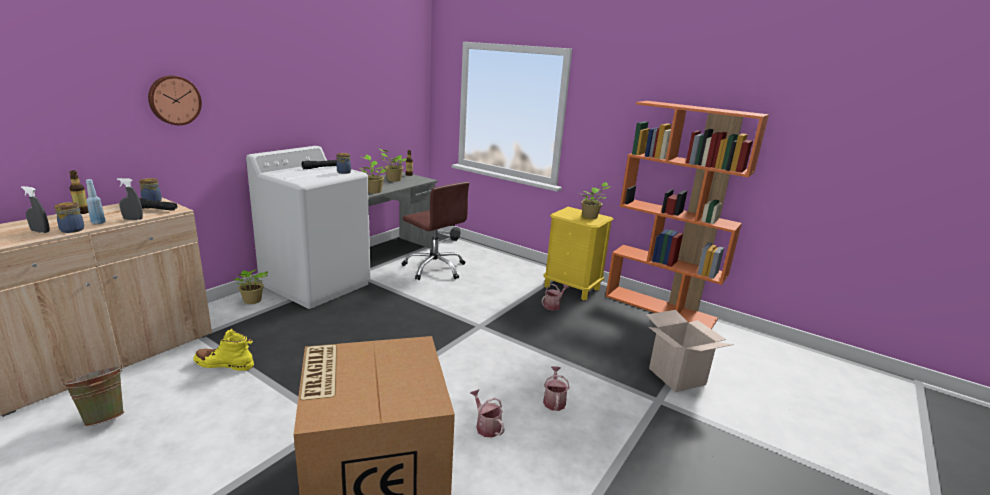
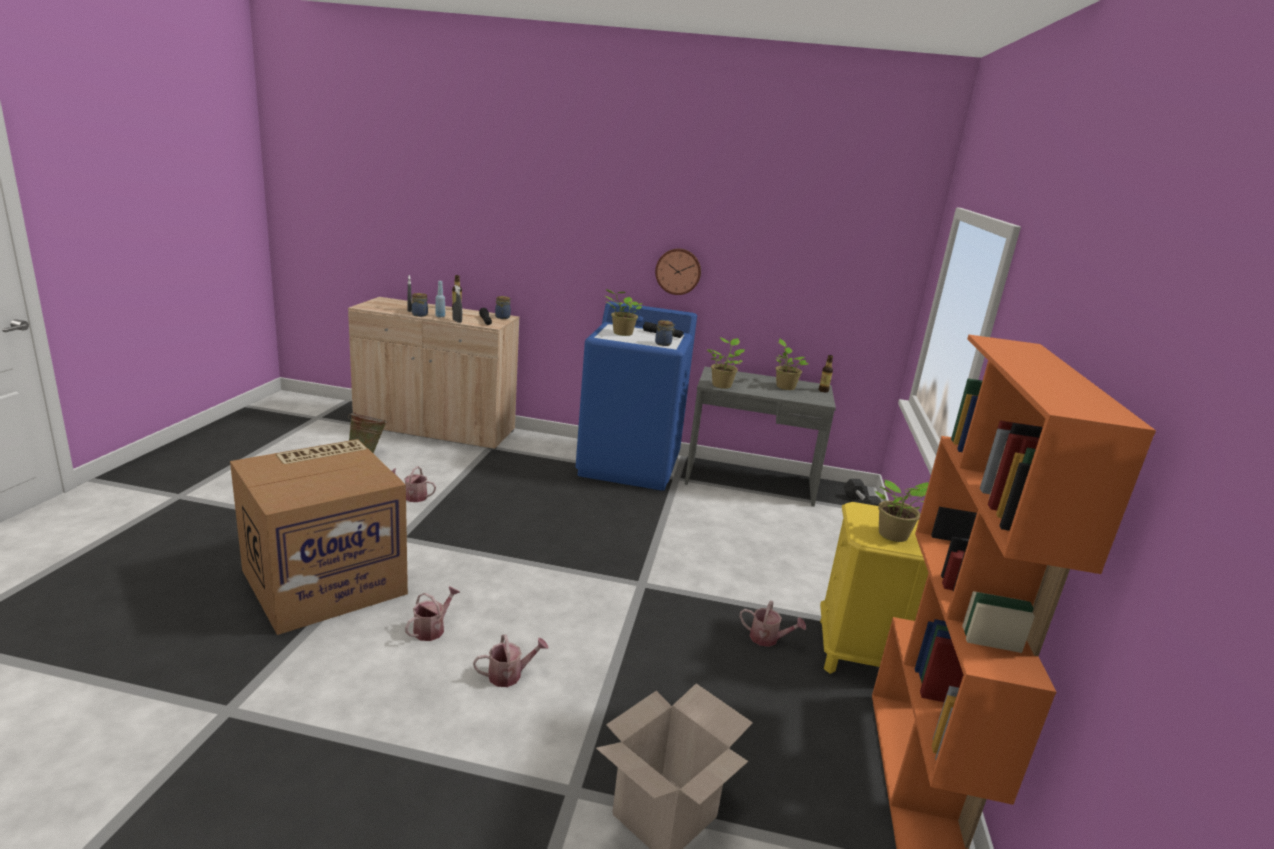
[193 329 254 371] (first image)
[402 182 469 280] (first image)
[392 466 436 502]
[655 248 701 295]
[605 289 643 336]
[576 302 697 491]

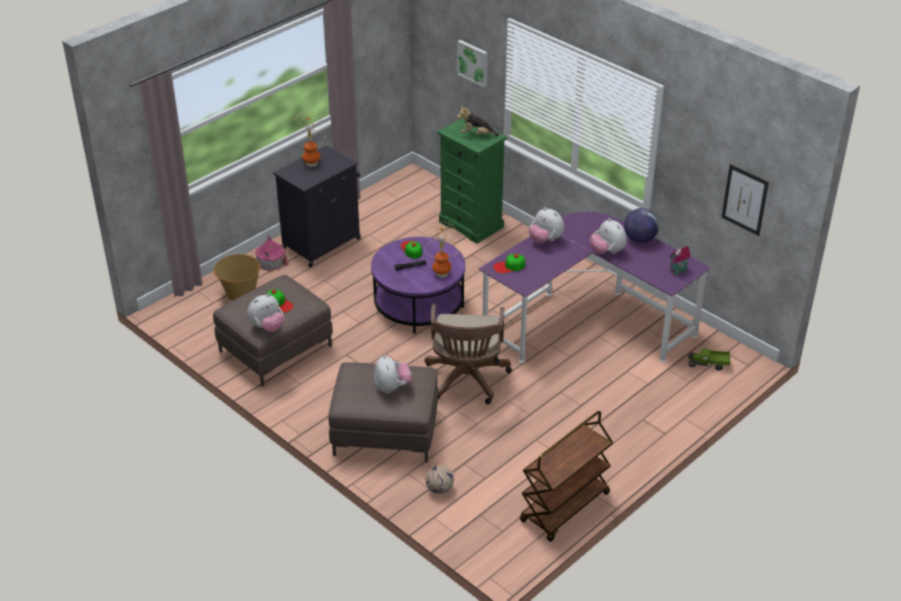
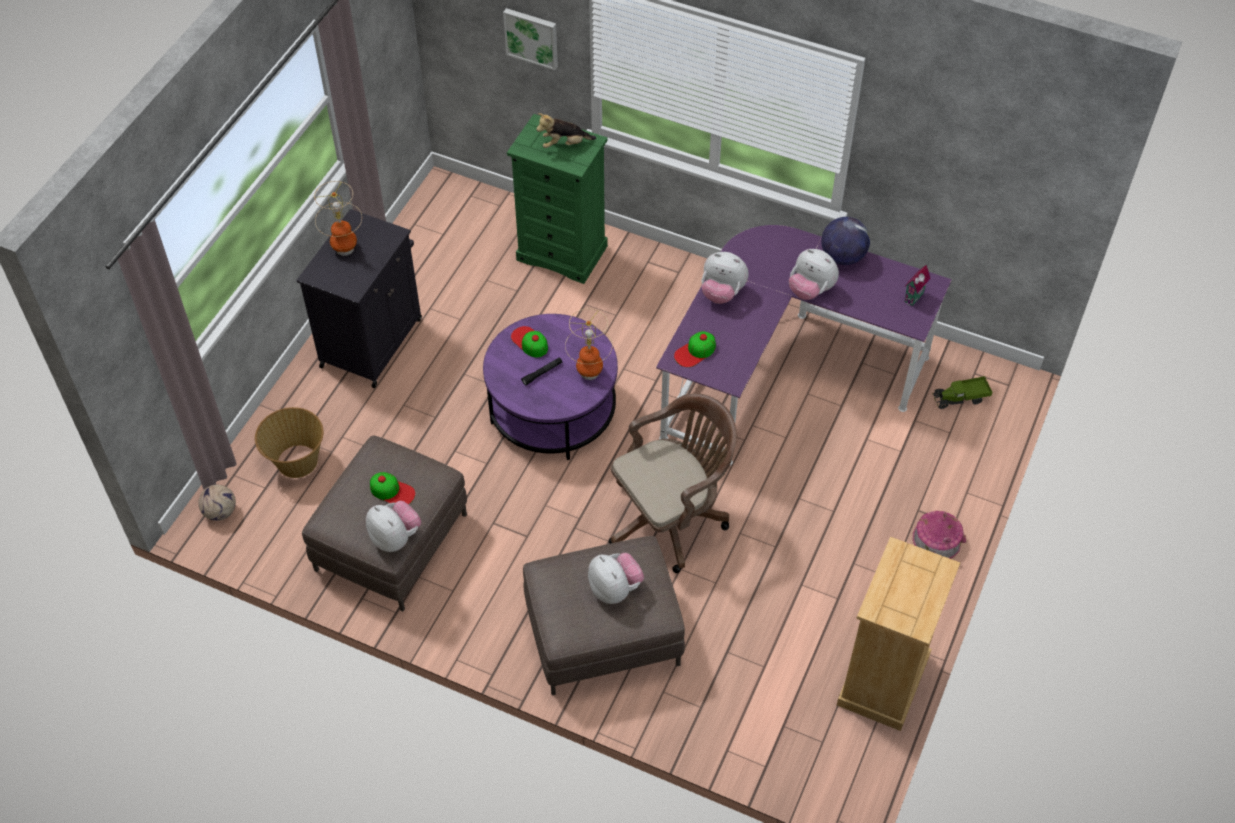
[721 164 769 236] (first image)
[913 511 966 559]
[199 485 236 521]
[837 537 960 731]
[366 501 421 552]
[609 394 737 573]

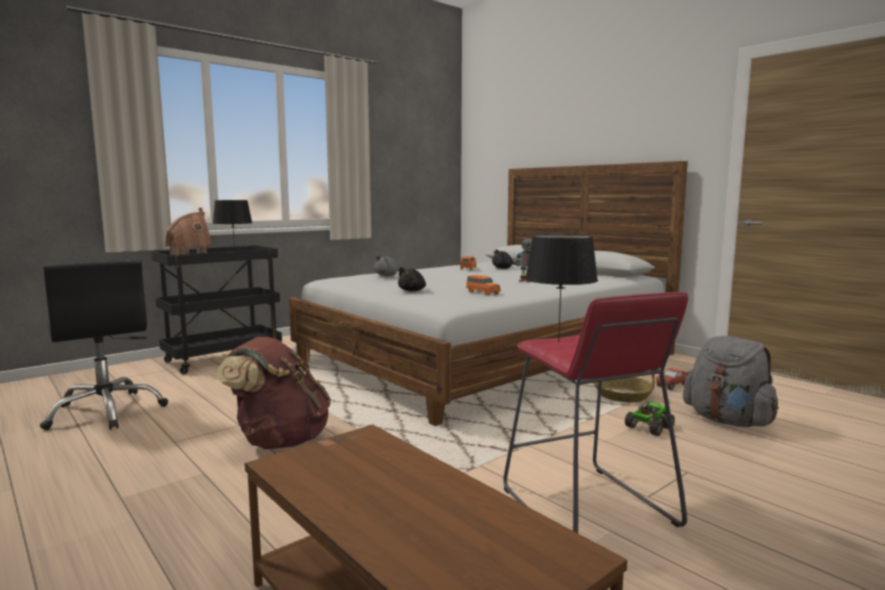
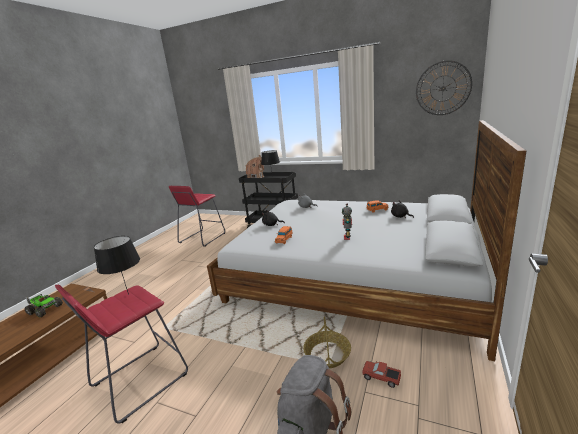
[217 337 331 449] (first image)
[416 60 472 115]
[24 294 63 317]
[169 186 225 247]

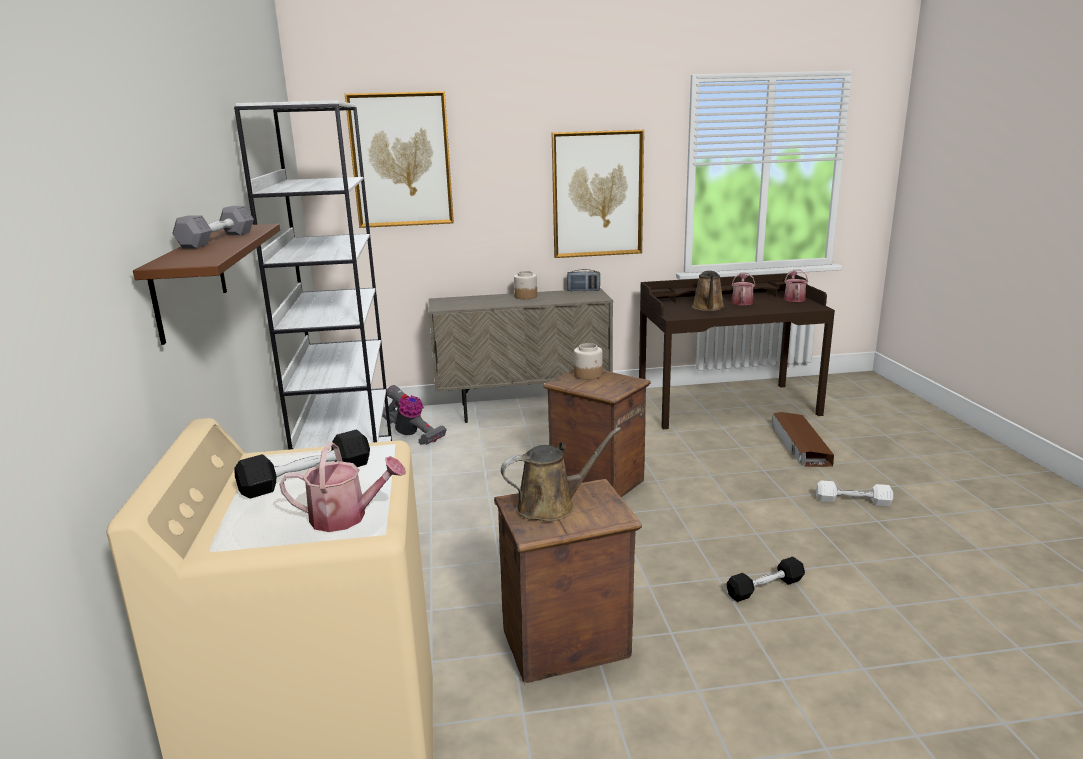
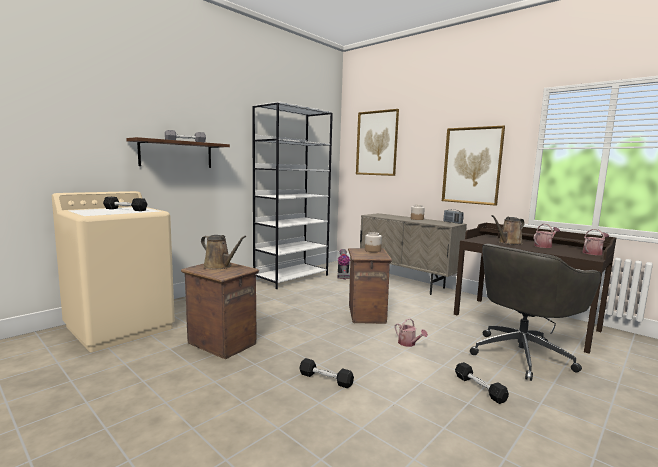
[395 318 428 347]
[470 244 601 381]
[455 362 509 404]

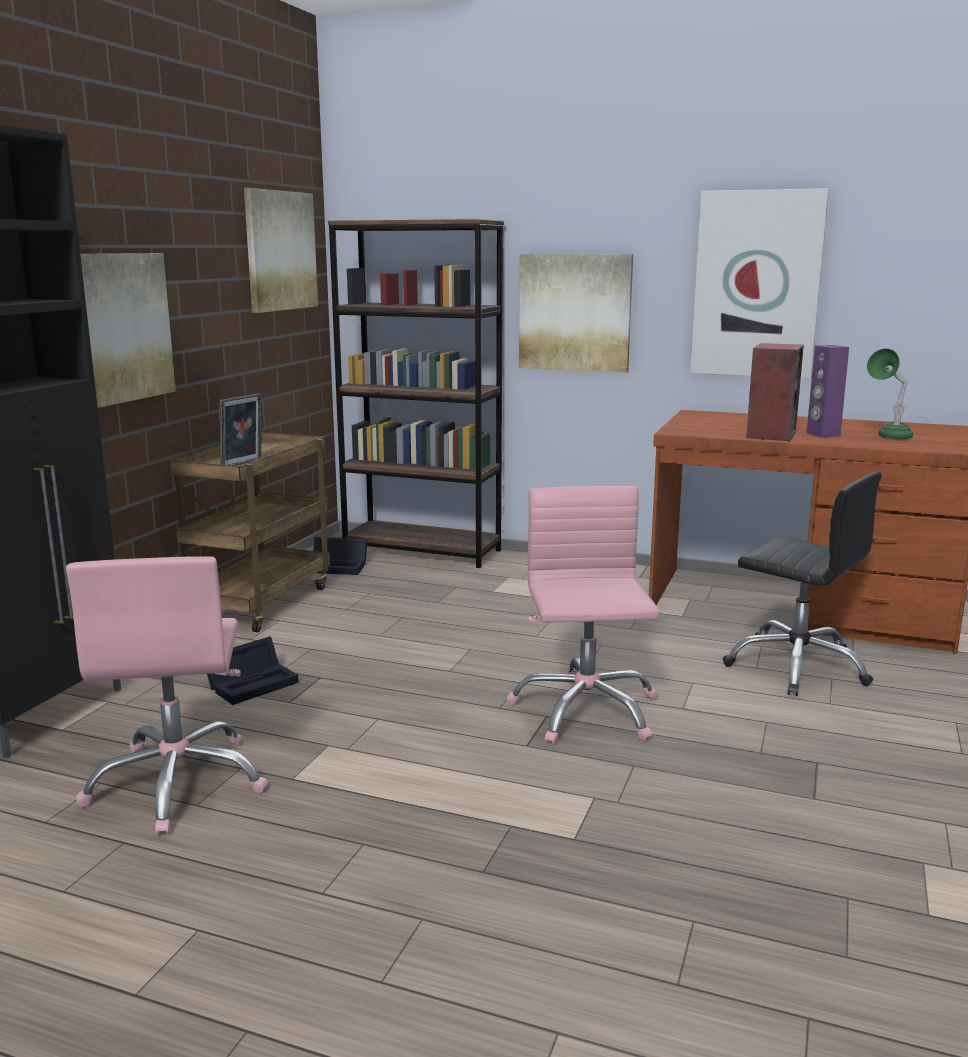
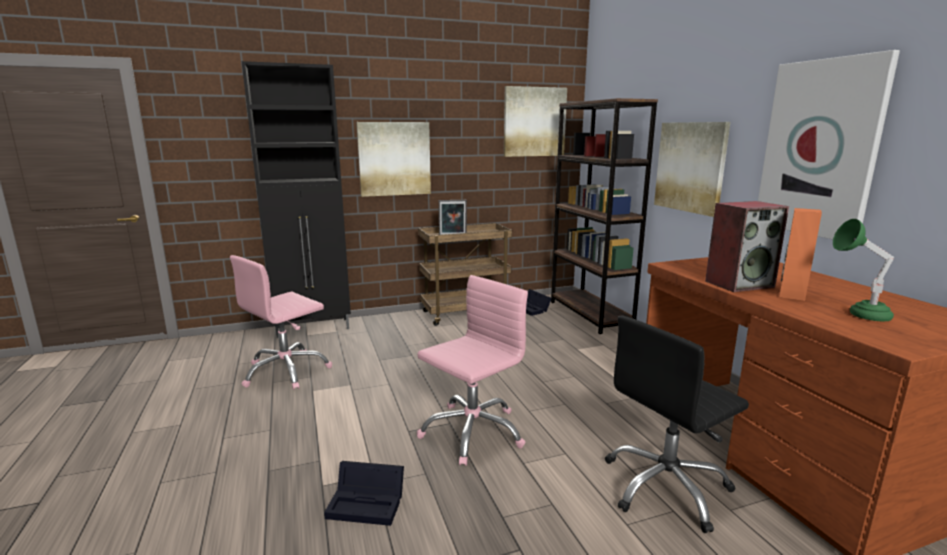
[324 461 404 526]
[779 208 822 301]
[605 315 749 533]

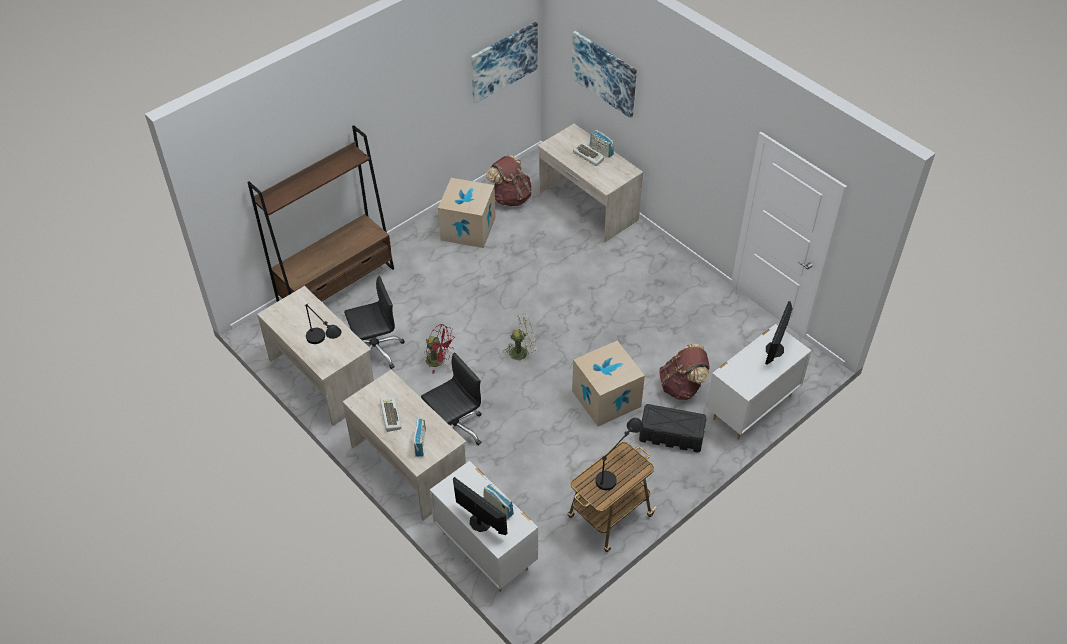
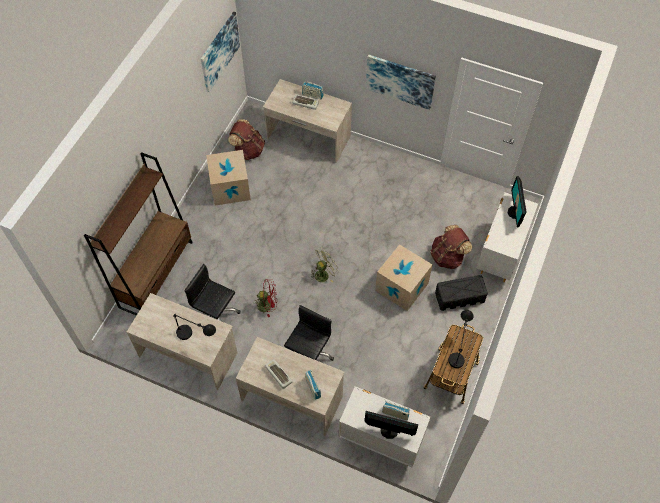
[366 55 436 110]
[184 264 241 321]

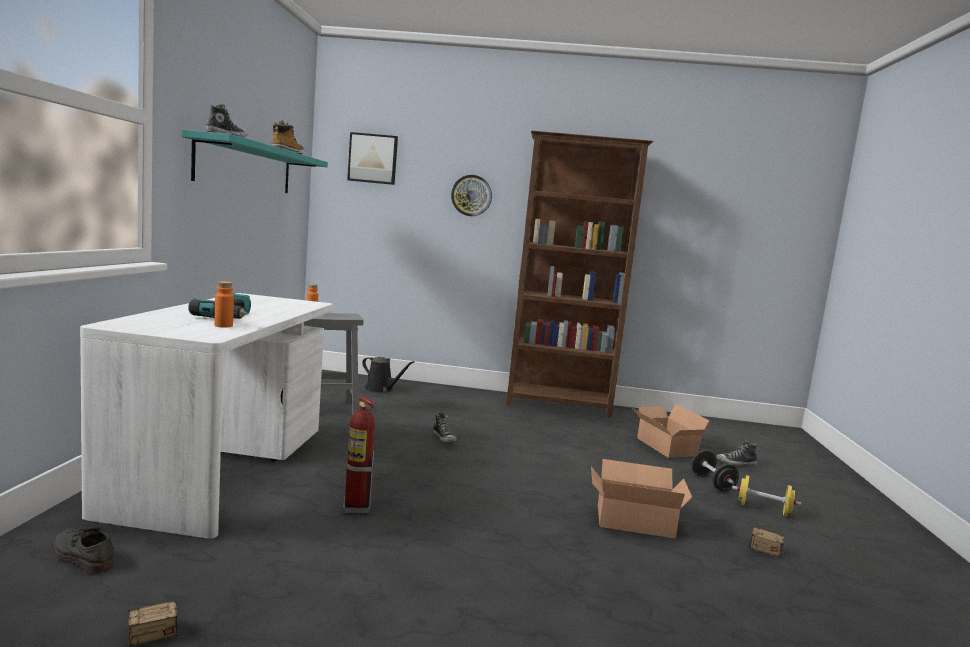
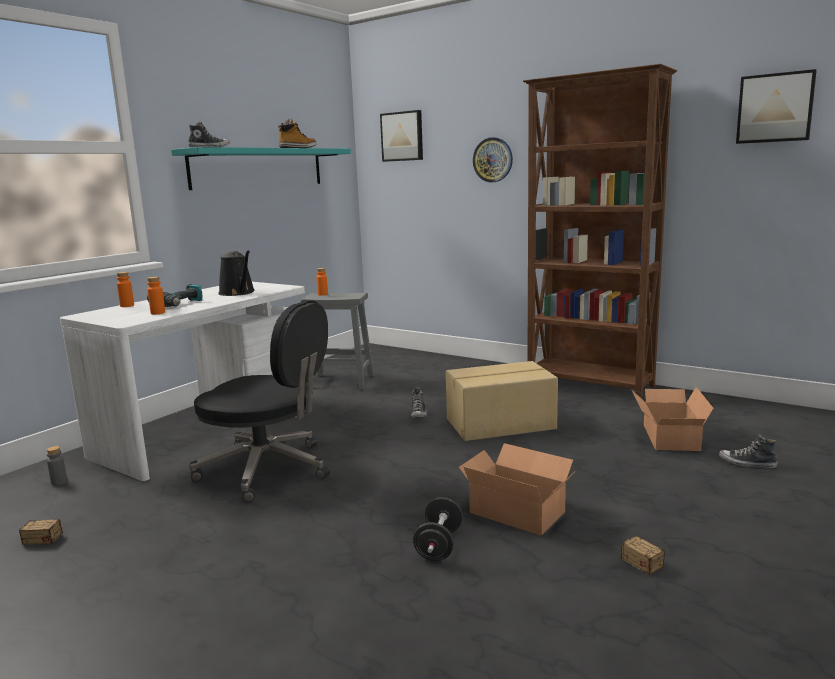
[732 475 801 516] (first image)
[117 272 134 307]
[446 361 558 441]
[736 69 817 144]
[218 251 255 296]
[413 497 463 561]
[47 446 67 486]
[189 300 330 502]

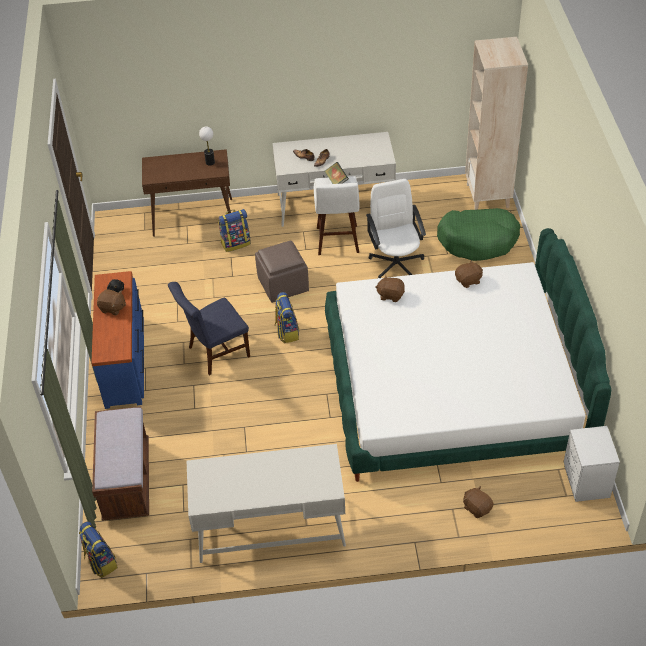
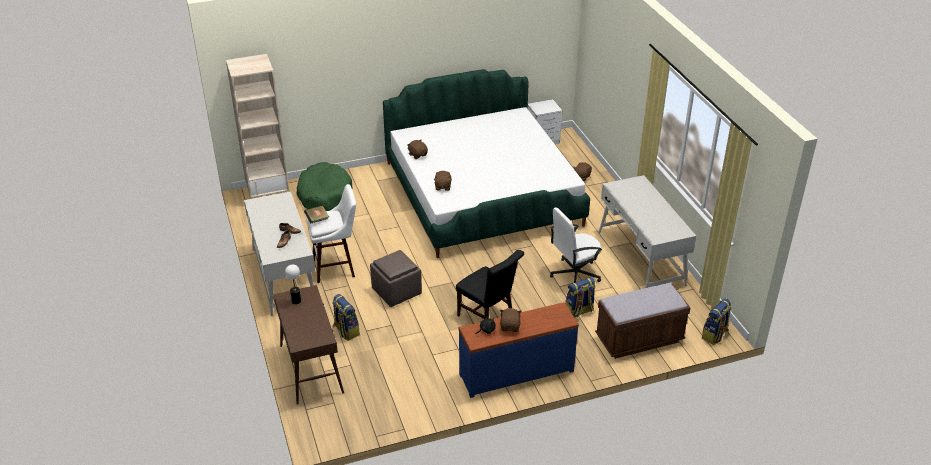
[565 277 596 318]
[550 207 602 283]
[456 250 524 319]

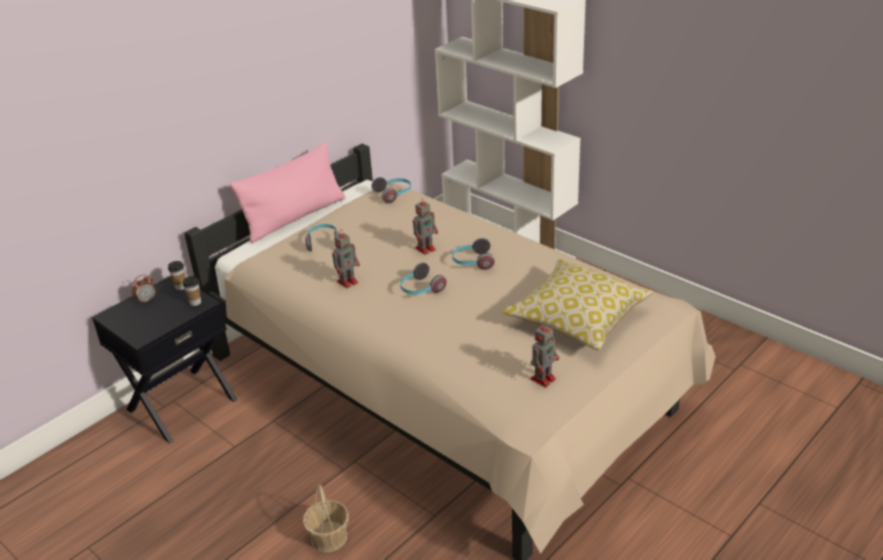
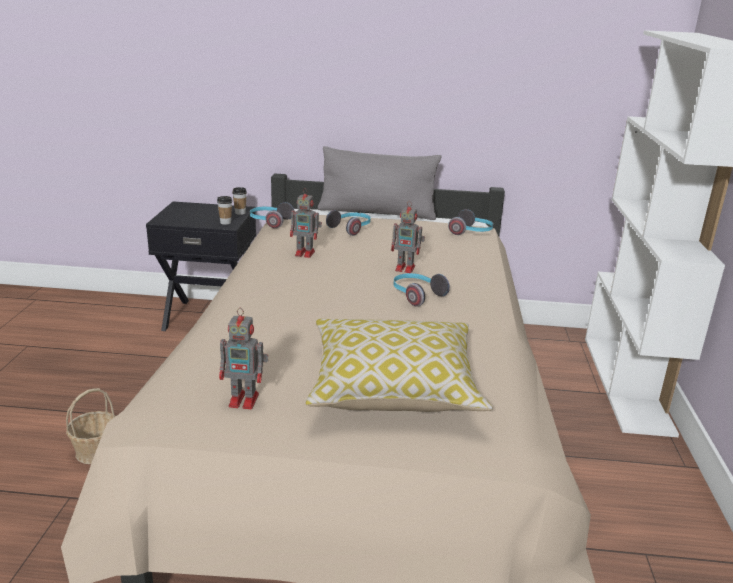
[132 274 156 305] (first image)
[250 202 294 229]
[318 146 441 220]

